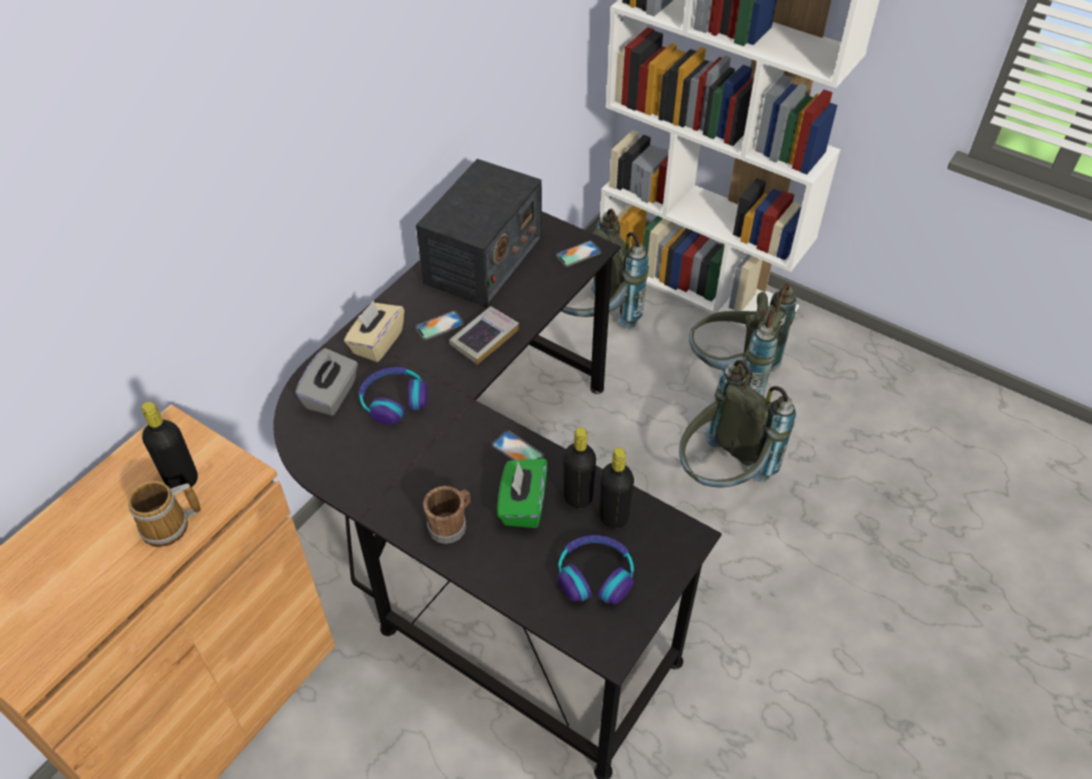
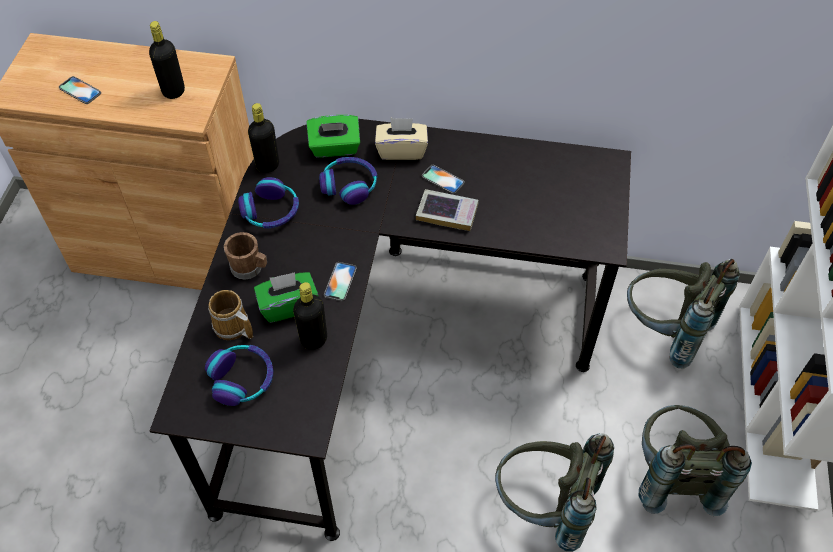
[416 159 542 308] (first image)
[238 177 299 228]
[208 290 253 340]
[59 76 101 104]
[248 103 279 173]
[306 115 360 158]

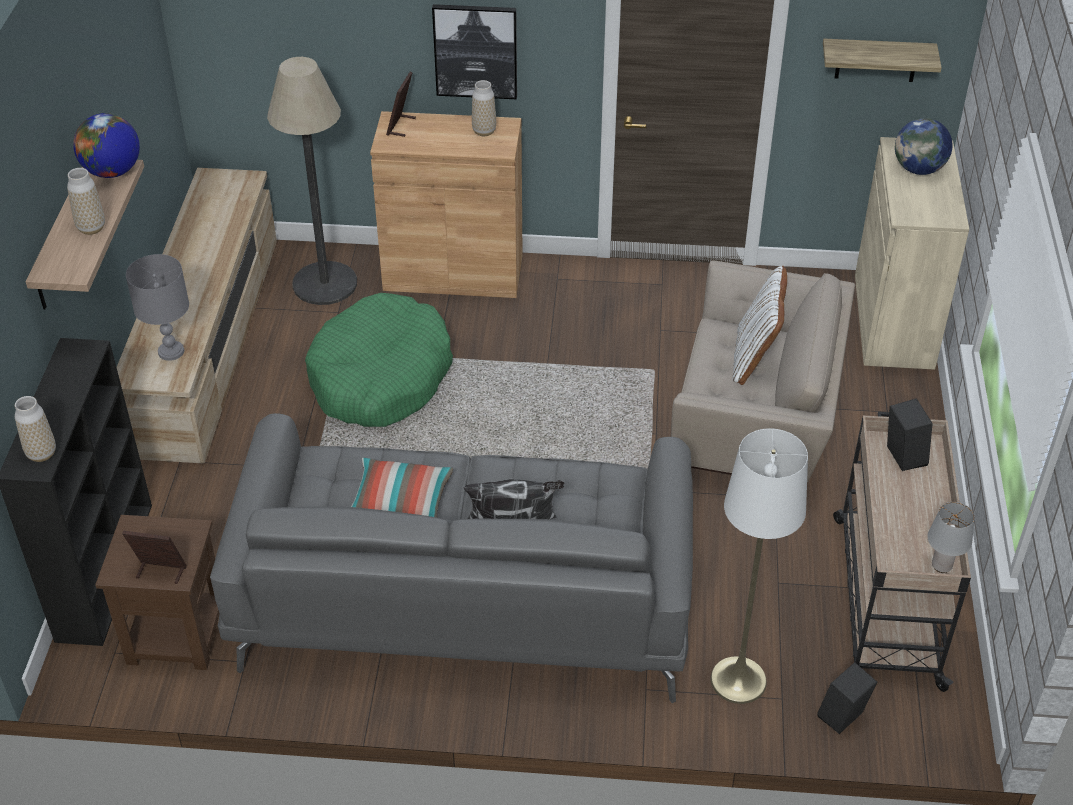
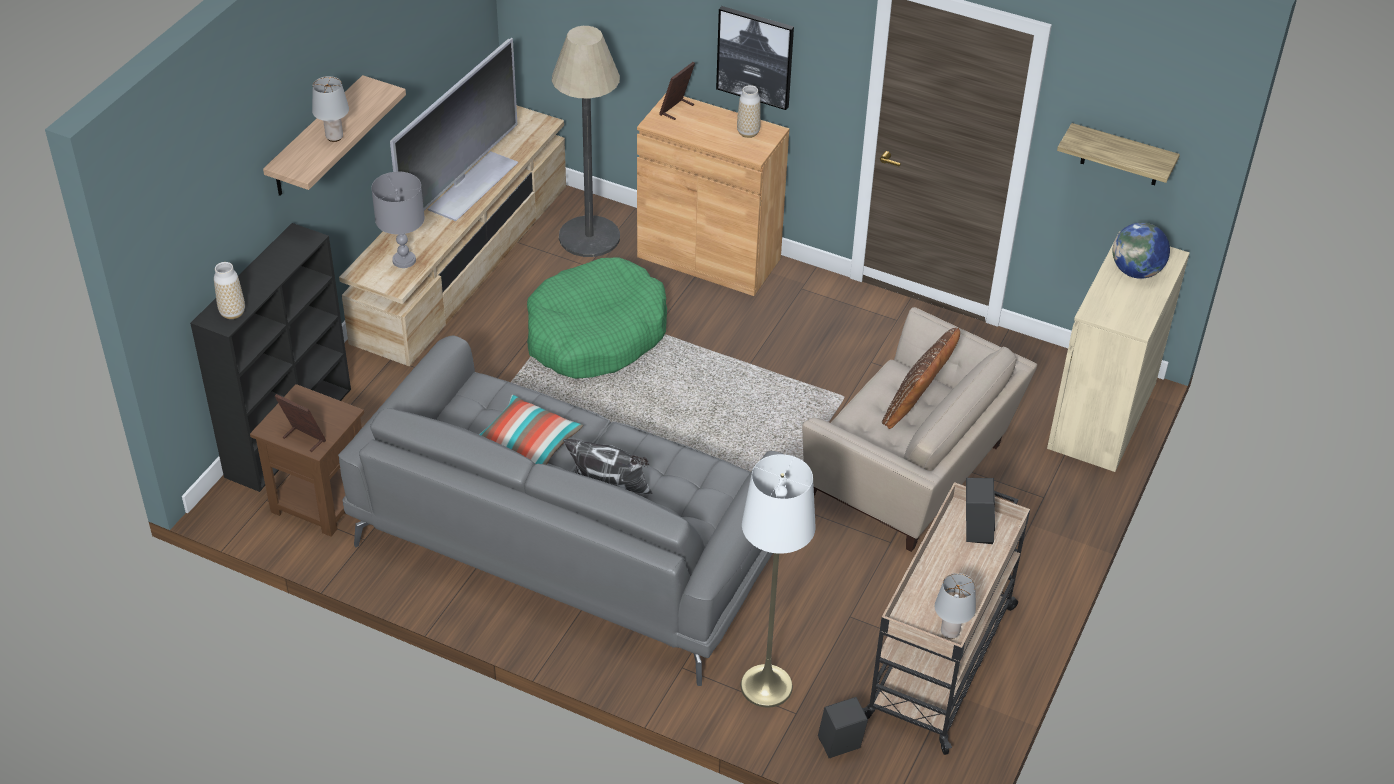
[73 113 140 178] (first image)
[390 38 518 221]
[312 76 349 142]
[882 328 960 429]

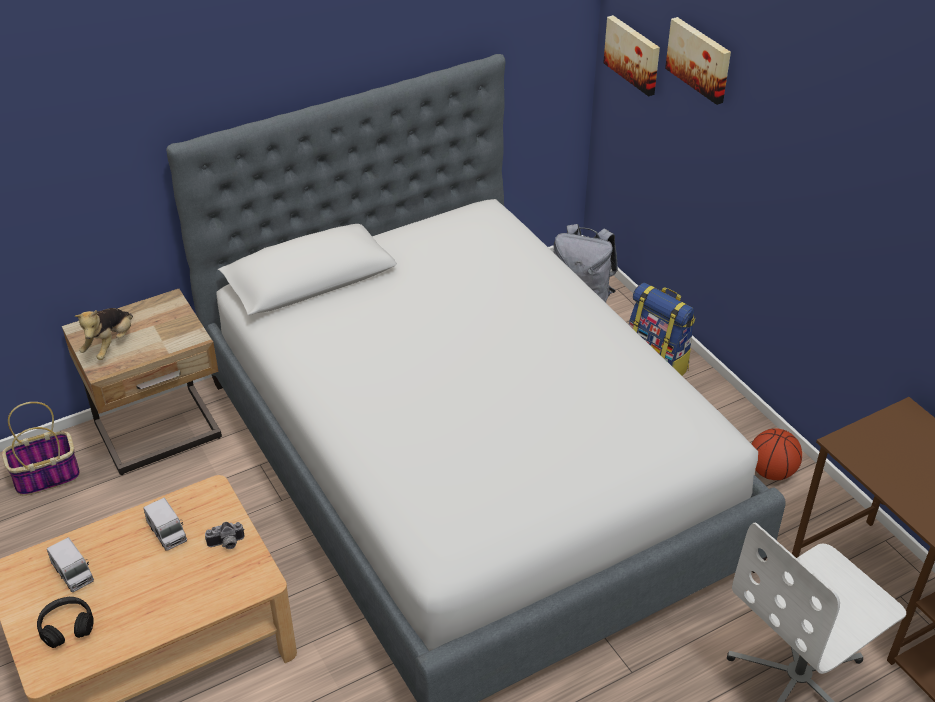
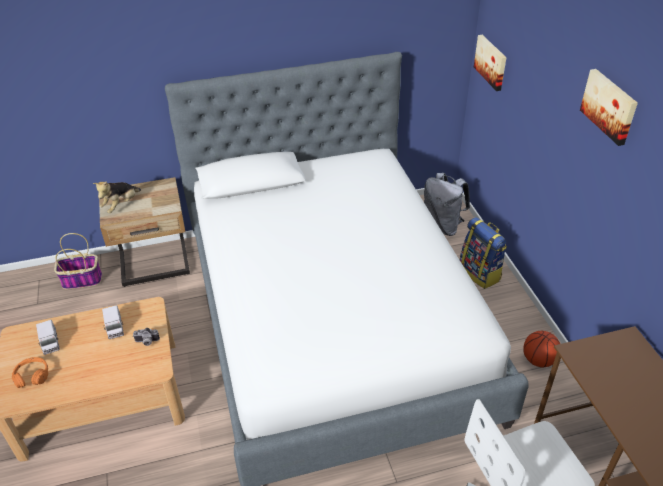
[580 69 638 146]
[12 357 48 388]

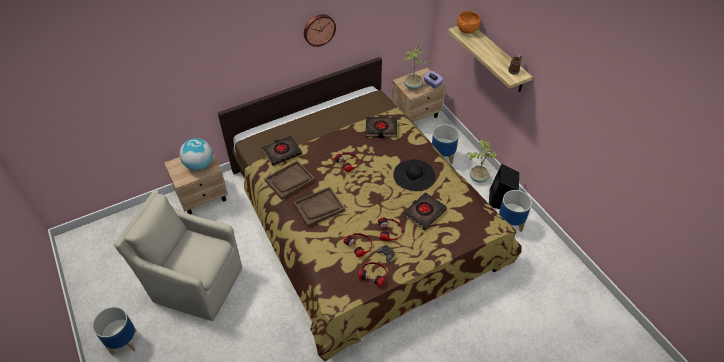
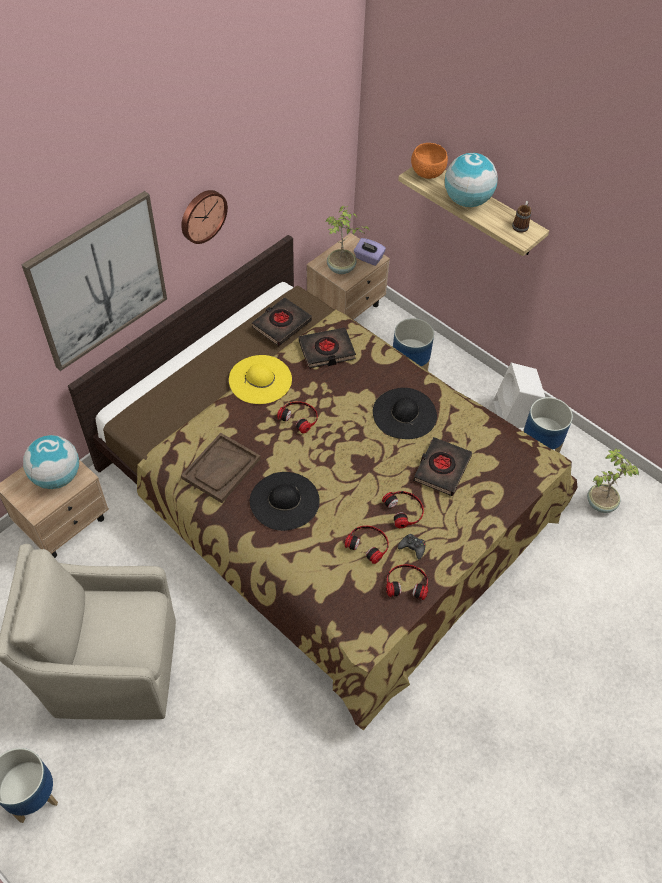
[21 191 167 371]
[229 355 292 404]
[445 153 498 207]
[252 297 312 346]
[587 449 639 513]
[250 472 320 531]
[493 363 545 428]

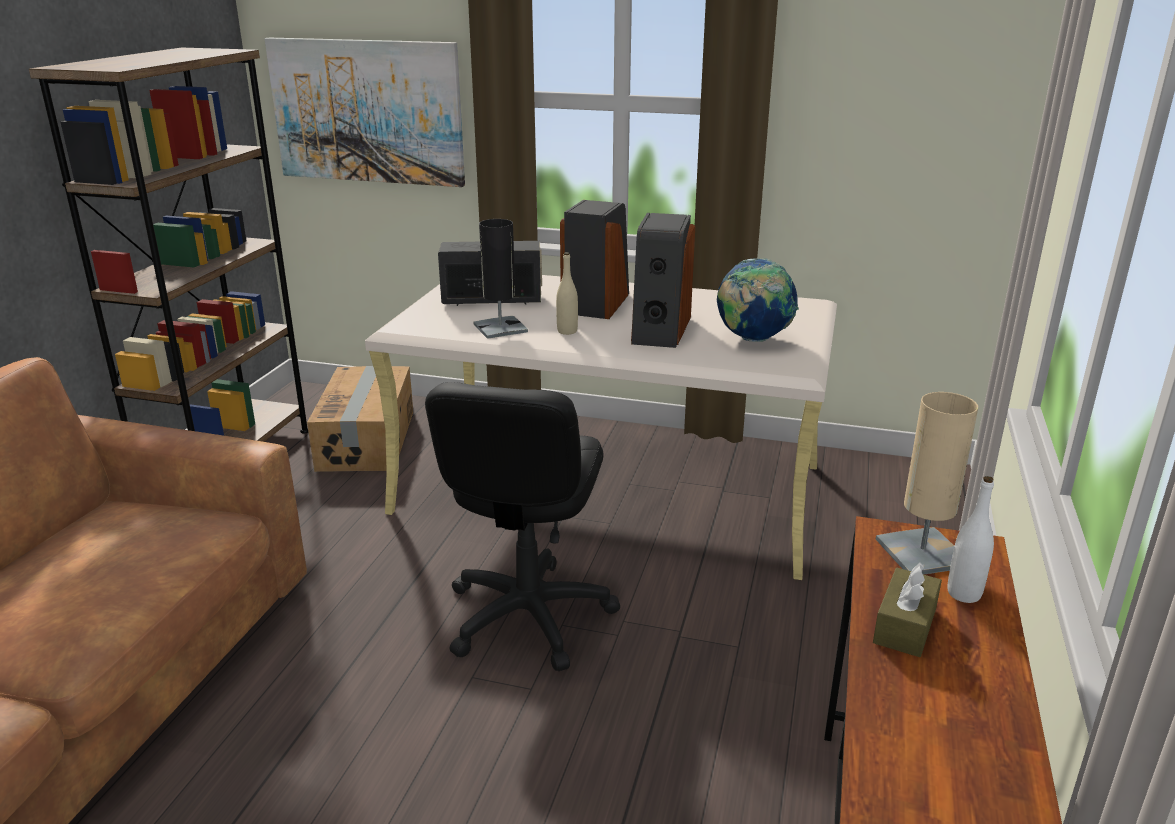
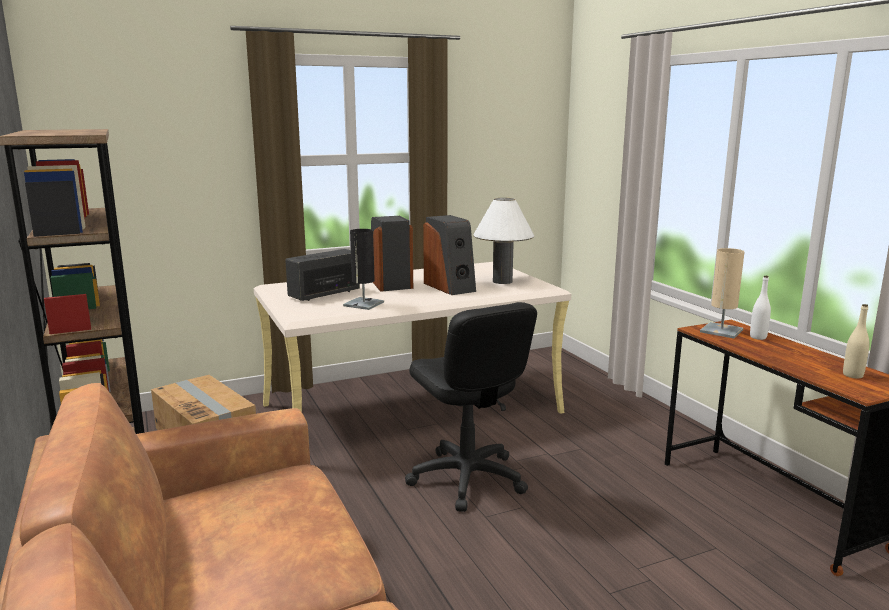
[265 38 465 187] (first image)
[873 563 942 657] (first image)
[843 304 870 379]
[473 198 534 284]

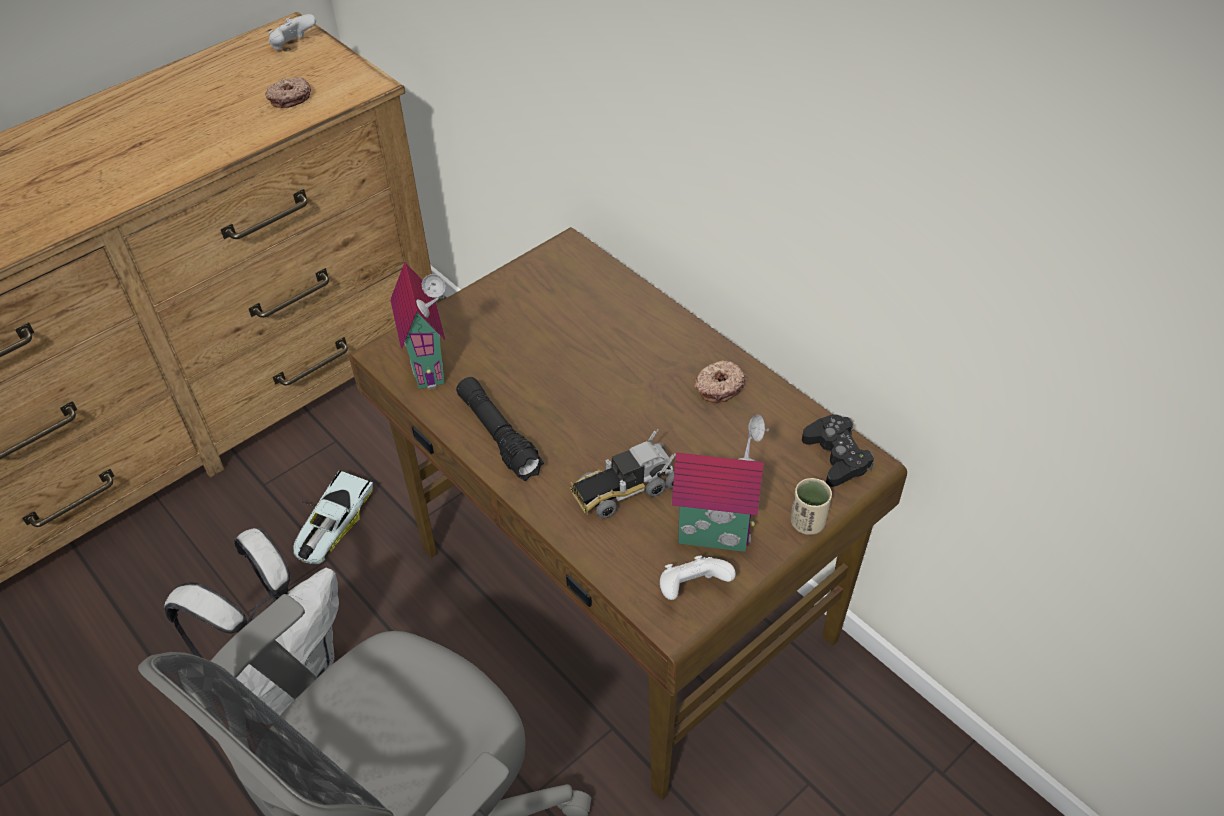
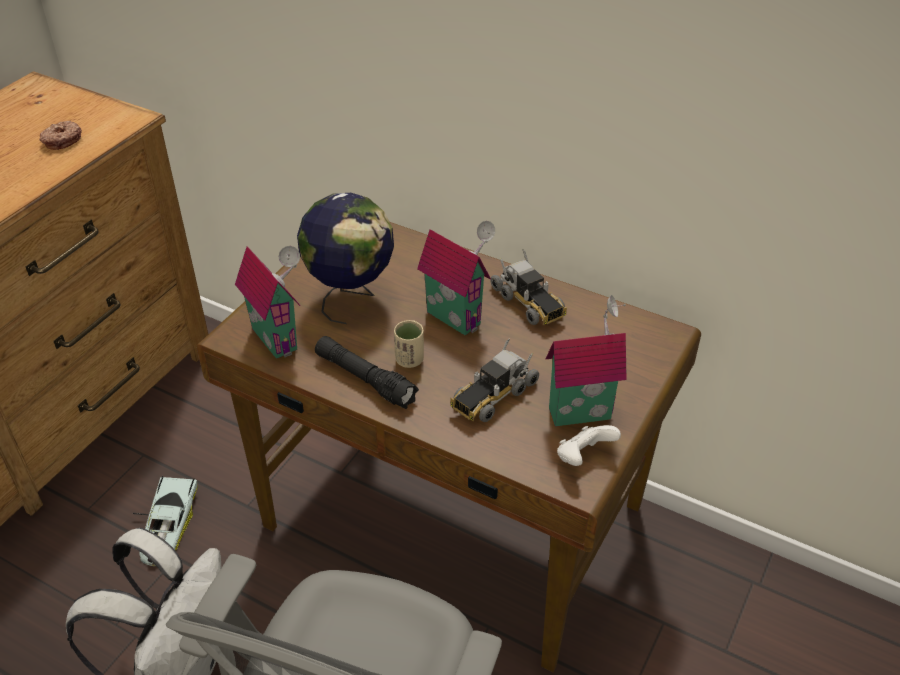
[269 14 316 51] (first image)
[802 414 874 487] (first image)
[297 193 394 324]
[417 221 495 336]
[394 320 424 368]
[490 249 567 325]

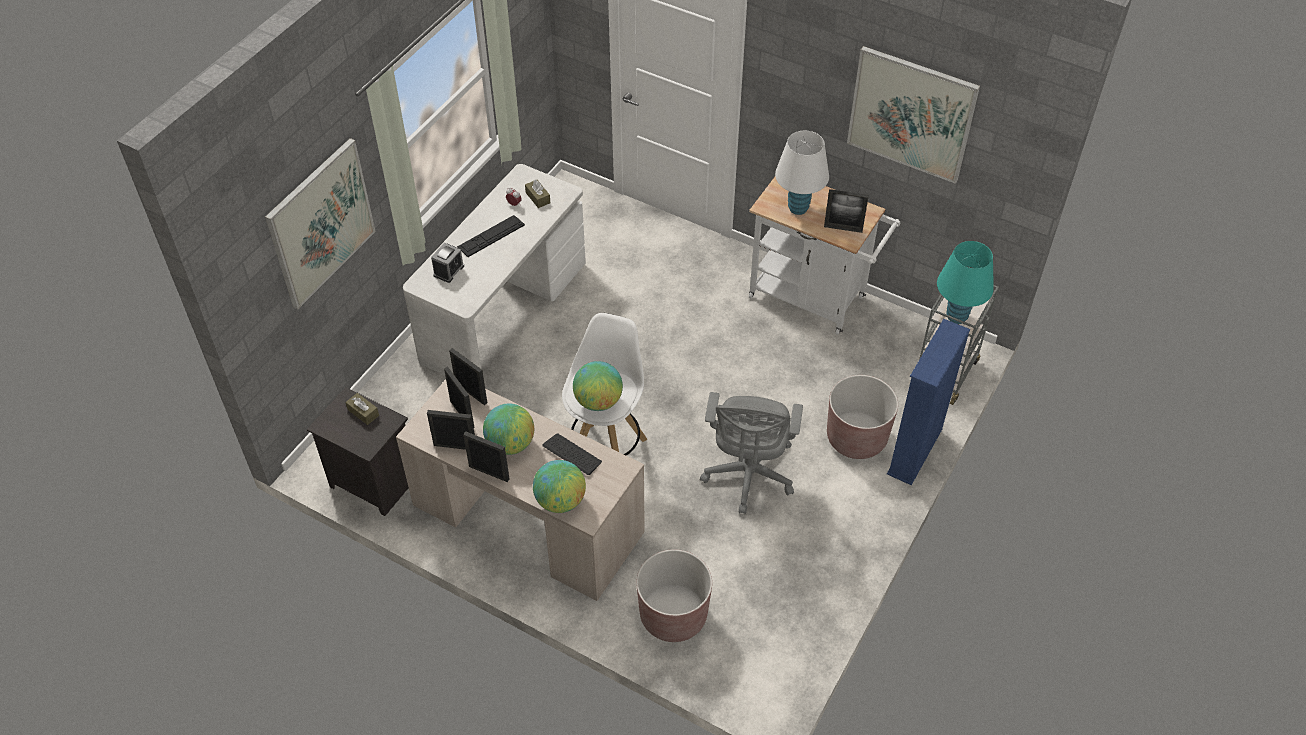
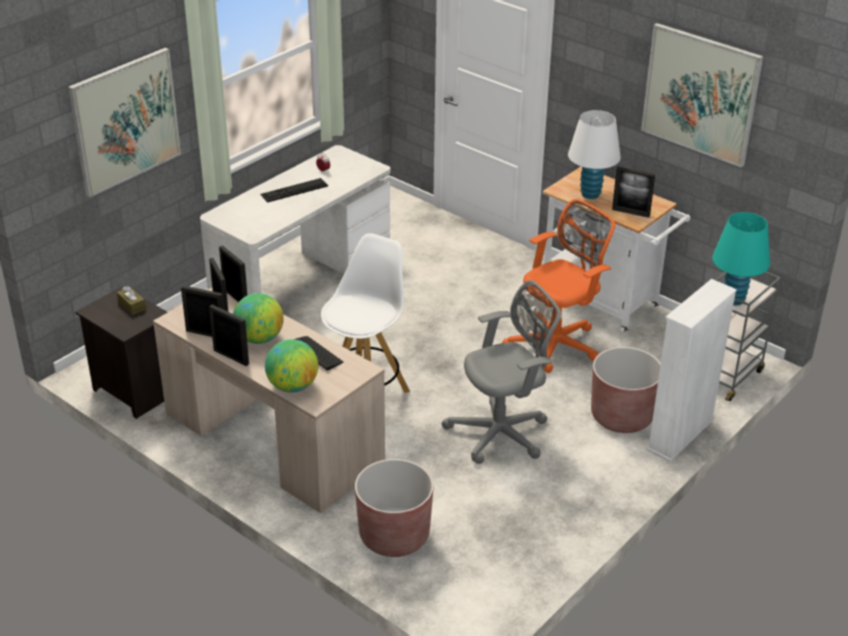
[431 243 464 283] (first image)
[525 179 550 208] (first image)
[573 361 623 411] (first image)
[502 199 616 373]
[646 279 737 462]
[442 280 561 464]

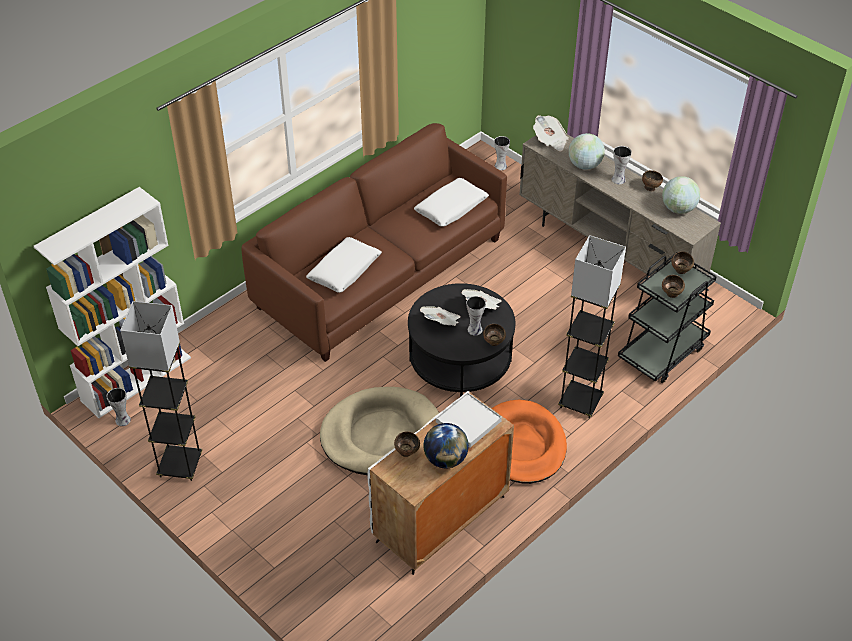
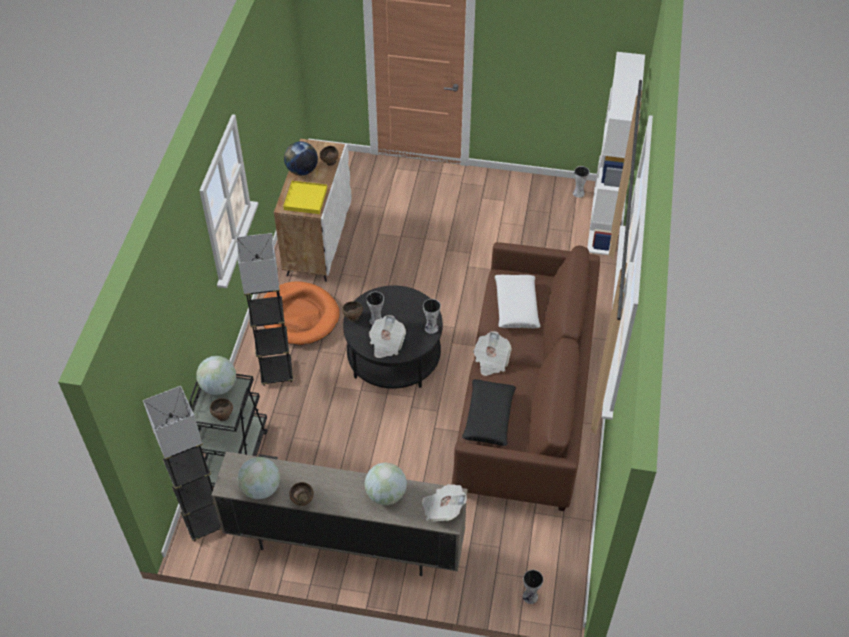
[320 387 439 475] (first image)
[143 386 221 541]
[473 331 512 376]
[423 299 441 334]
[196 356 236 395]
[462 379 516 446]
[283 181 327 214]

